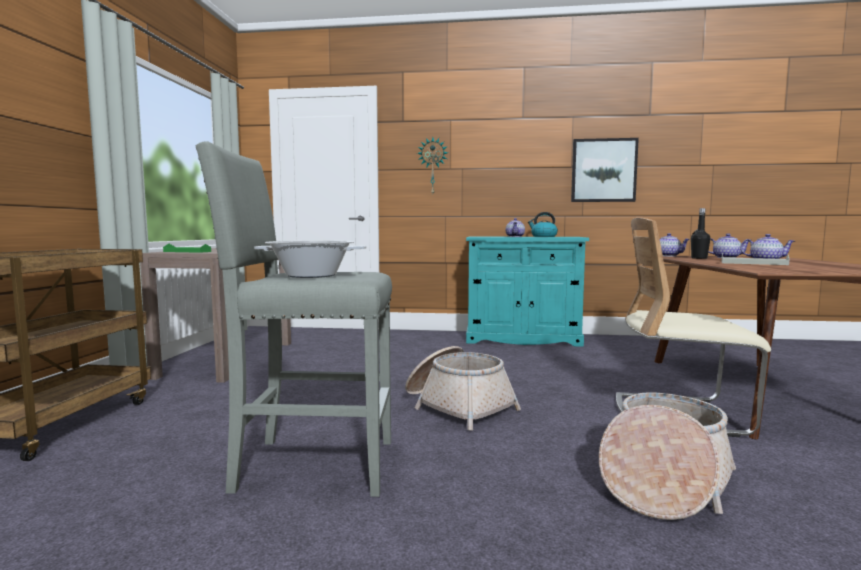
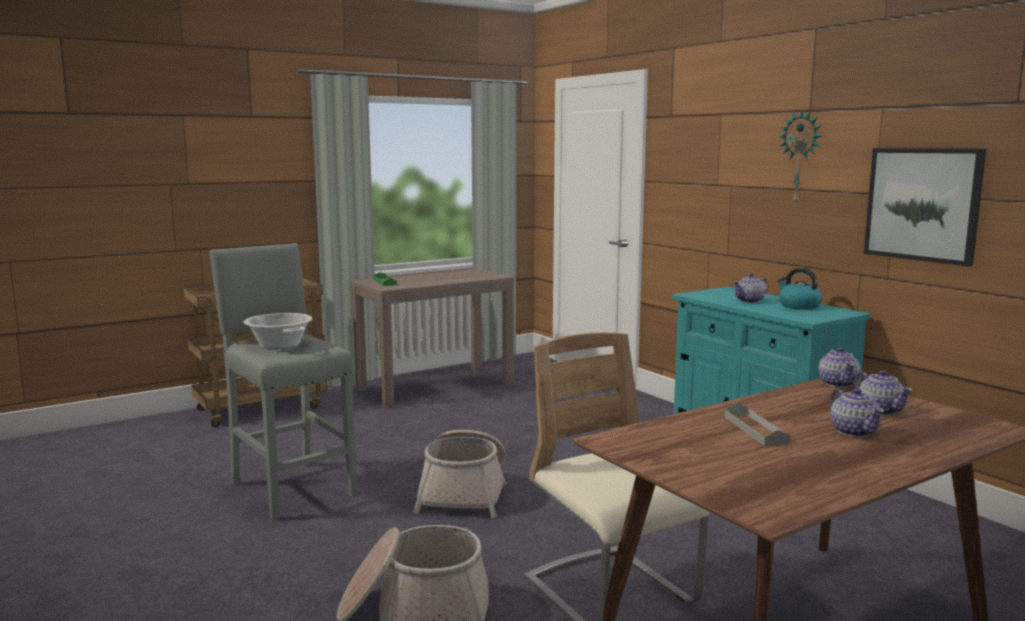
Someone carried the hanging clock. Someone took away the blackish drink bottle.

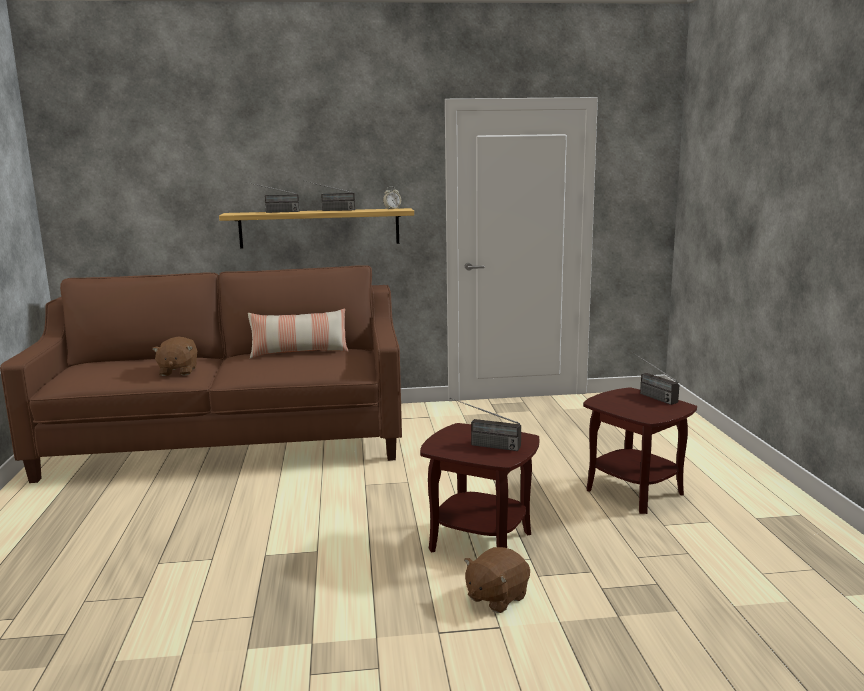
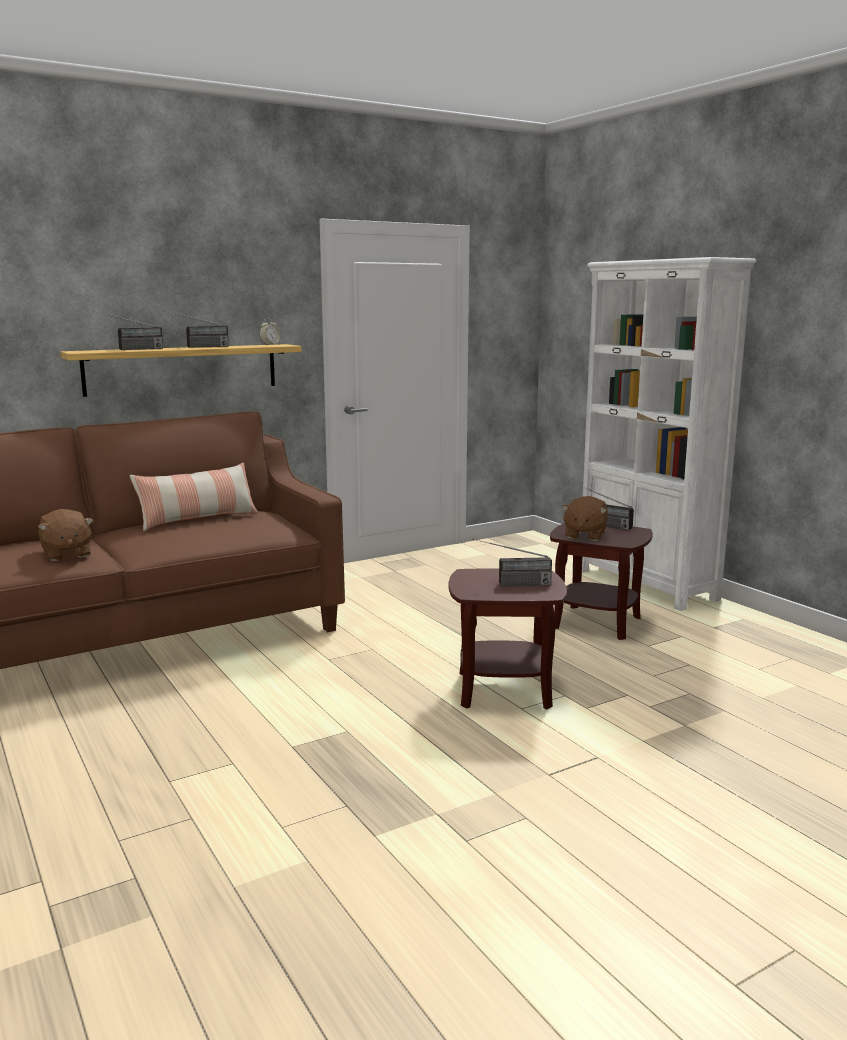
Someone carried the brown-coloured plush toy (2nd from left). Someone put down the white bookcase.

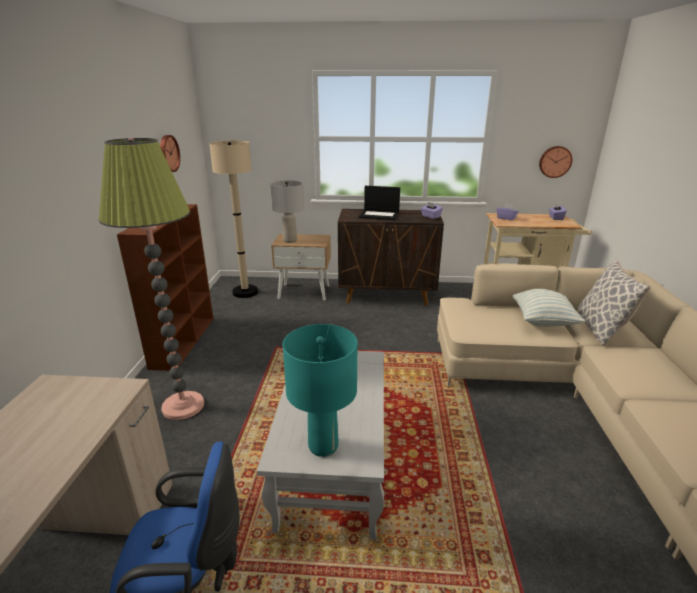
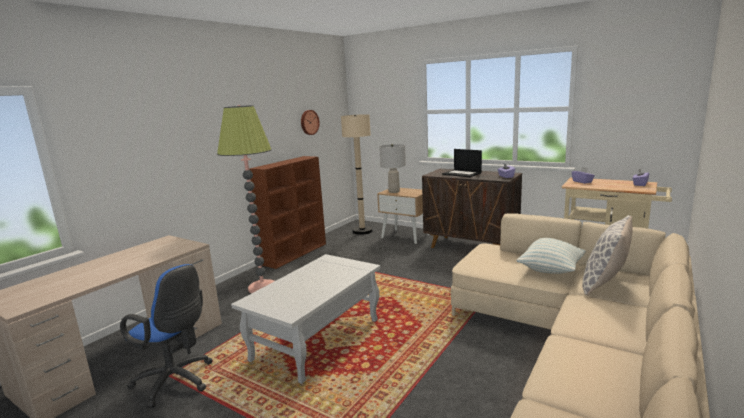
Someone took away the turquoise lamp for a table. Someone took away the hanging clock (2nd from left).

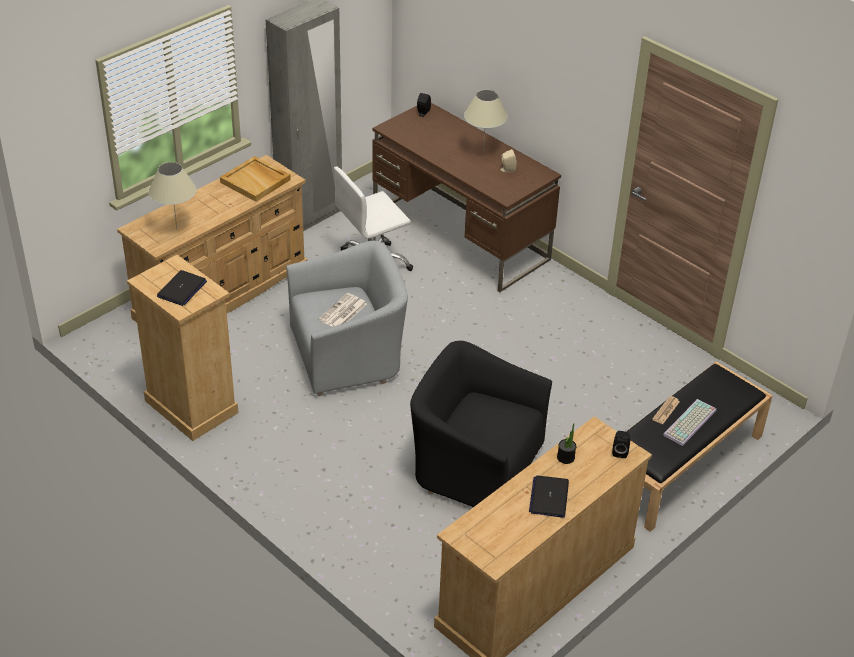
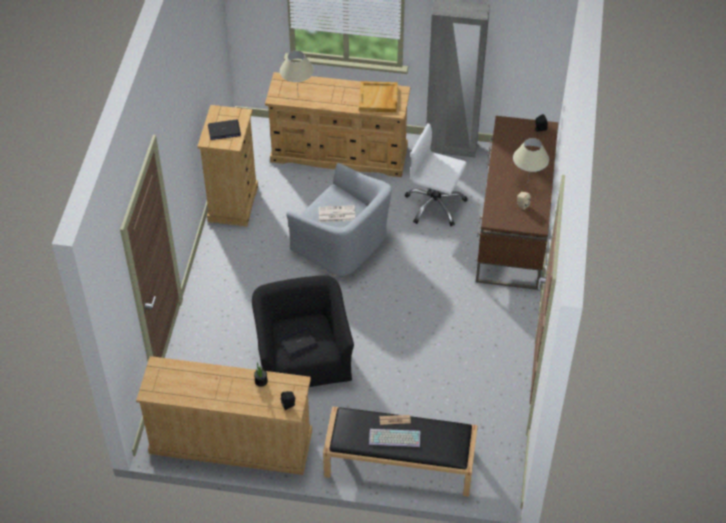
Someone carried the laptop (2nd from left).

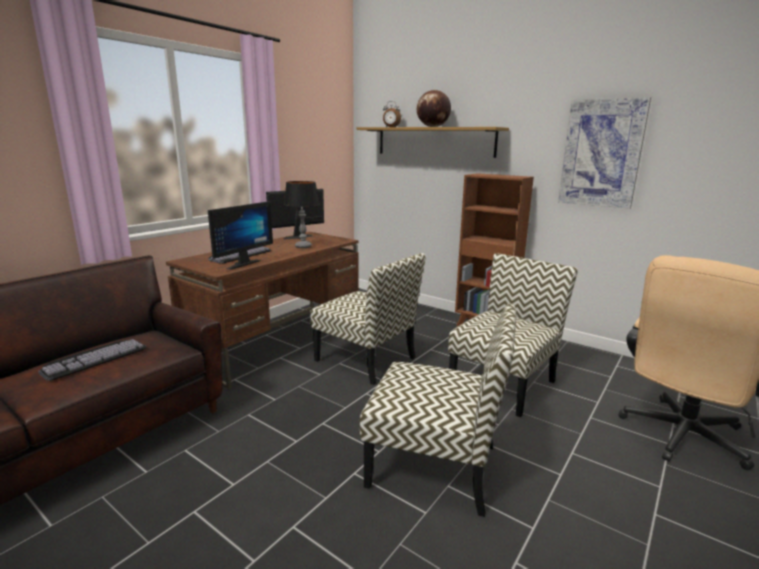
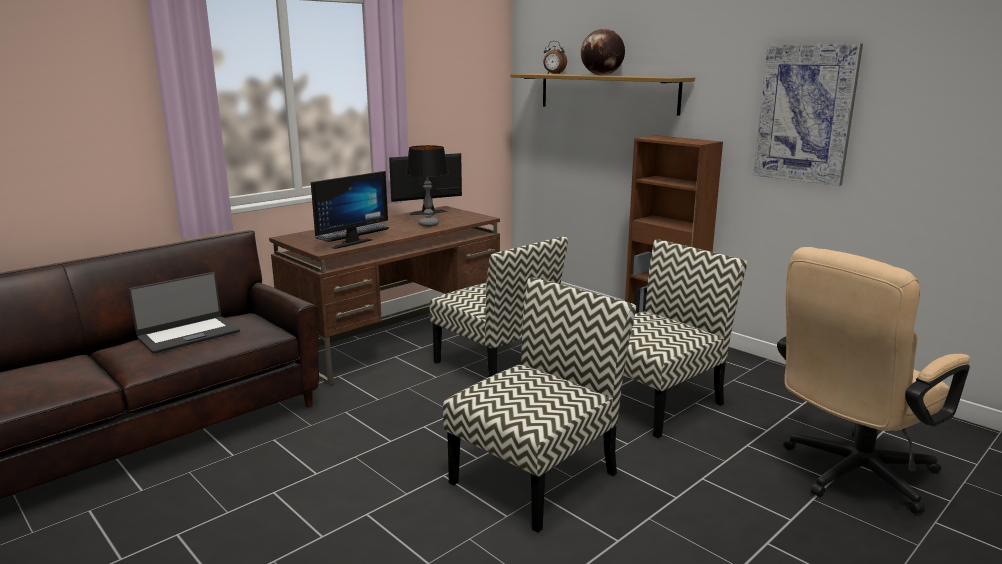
Someone swapped the PC keyboard (1st from left) for the laptop. Someone rotated the upright chair (2nd from left) by 75 degrees counterclockwise.

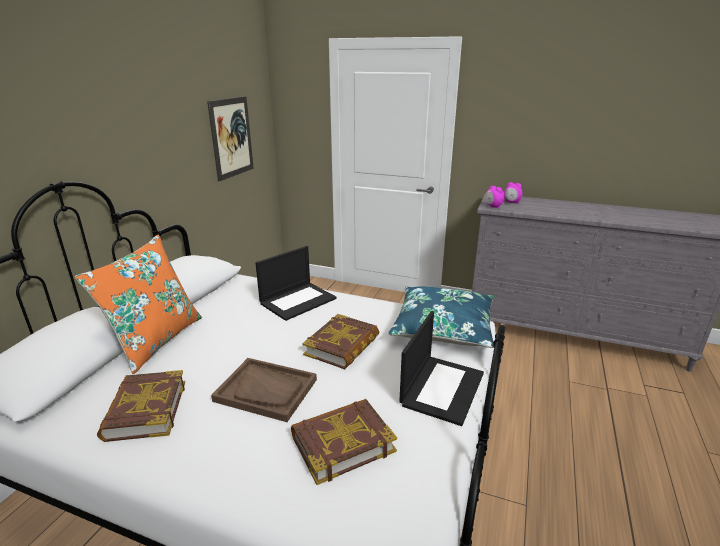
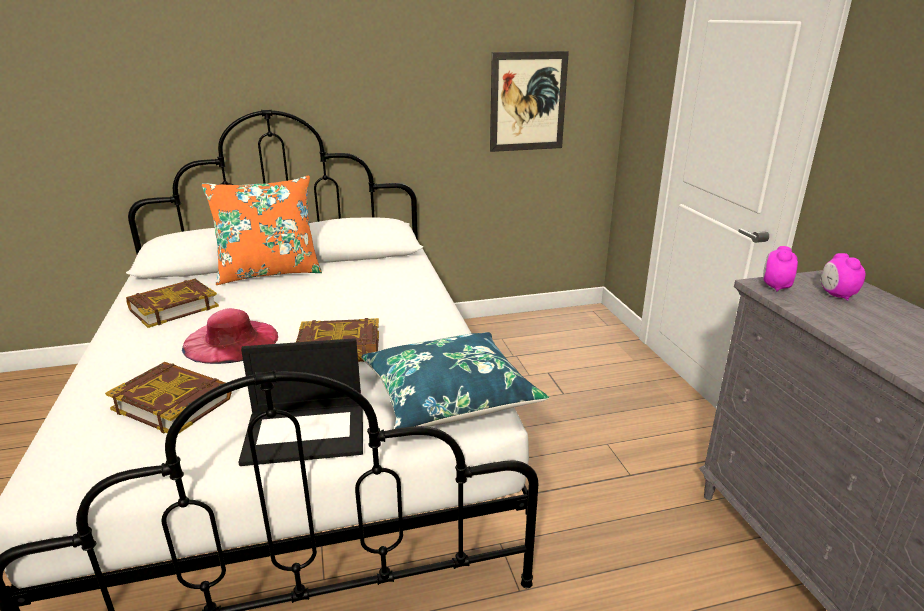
Someone swapped the brown-coloured serving tray for the pinkish hat. Someone took away the laptop (1st from left).

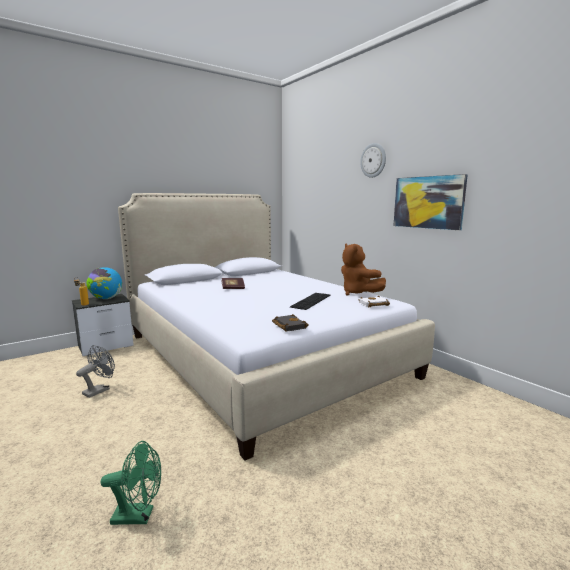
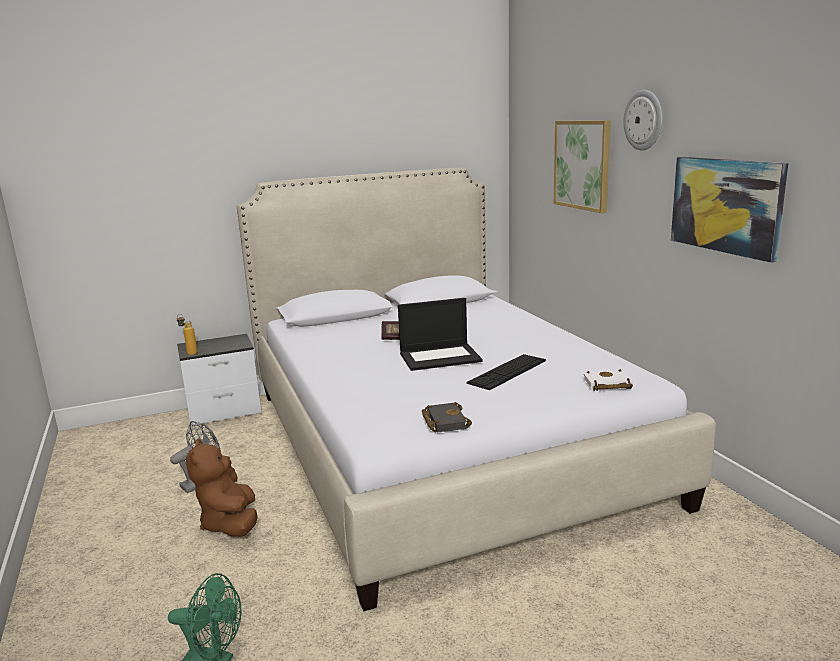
Someone carried the brown-coloured plush toy. Someone put down the laptop. Someone put up the wall picture (1st from left). Someone took away the world globe.

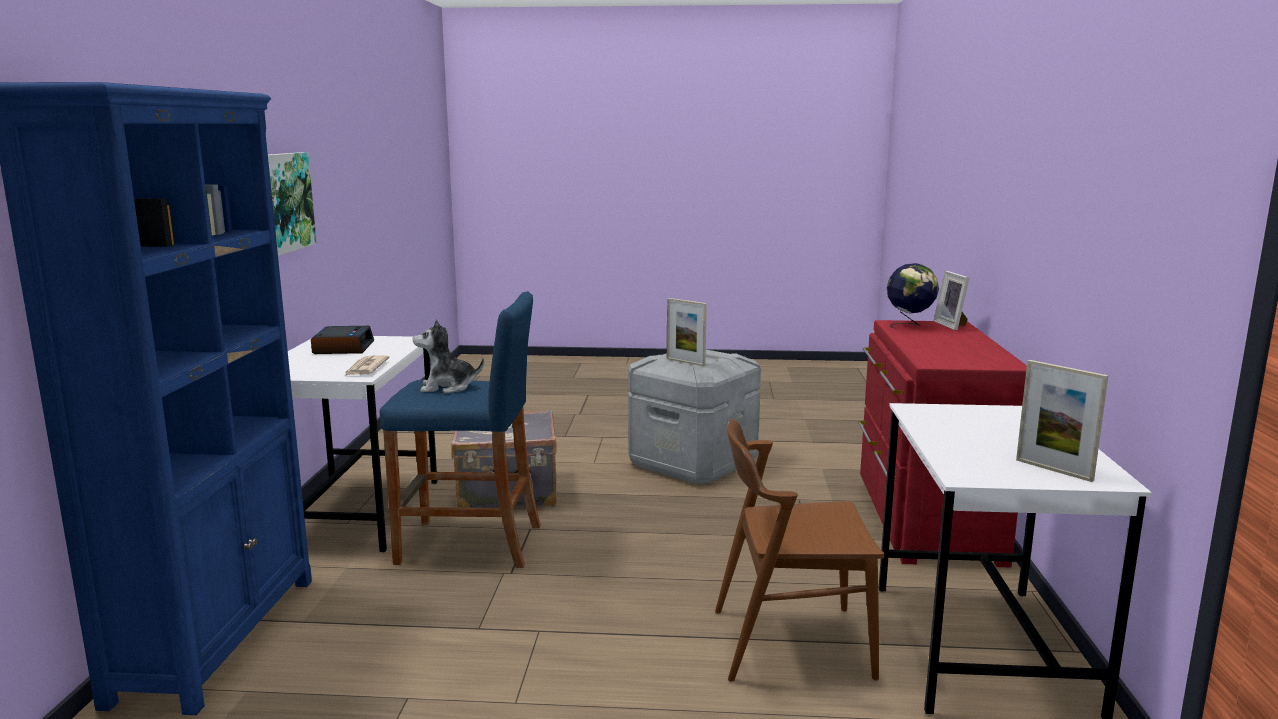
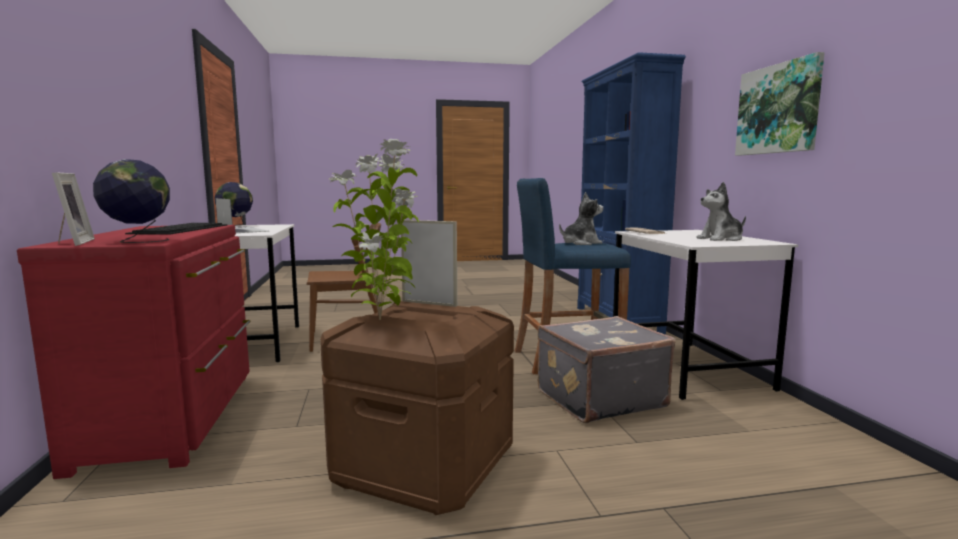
Someone put down the PC keyboard. Someone swapped the photo frame (3rd from left) for the world globe (2nd from left). Someone put down the laptop. Someone repainted the grey storage bin, which became the brown-coloured storage bin. Someone put down the potted plant. Someone swapped the table clock for the plush toy (2nd from left).

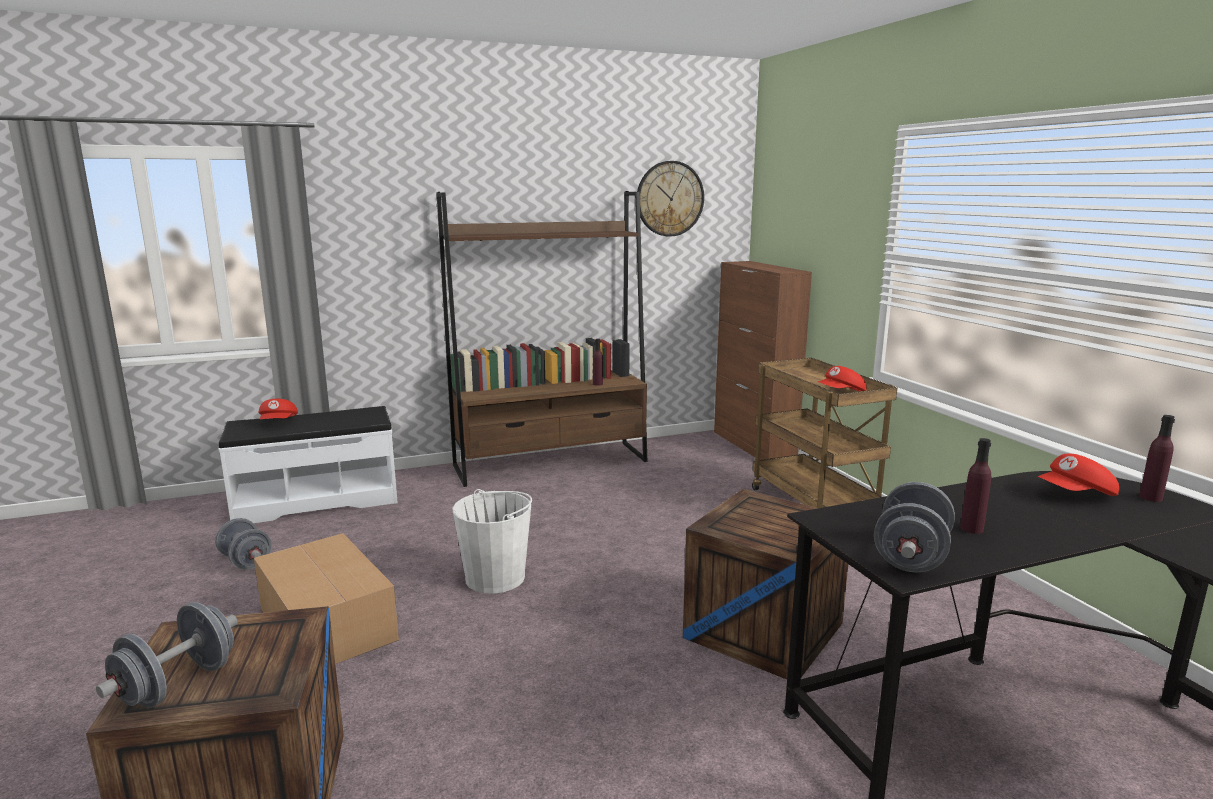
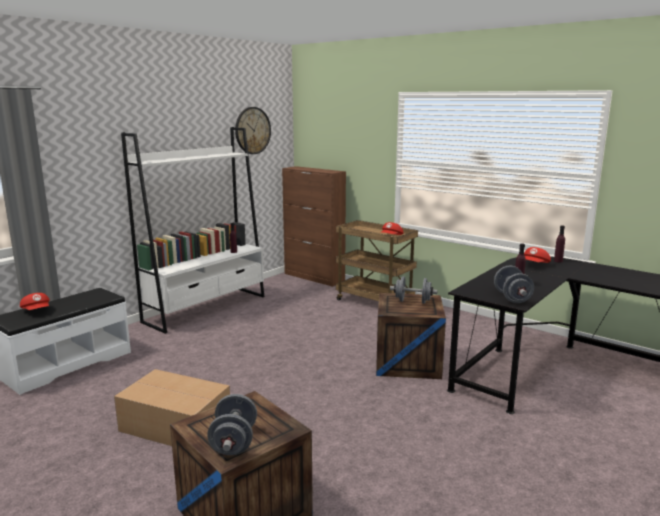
Someone repainted the brown-coloured bookcase, which became the white bookcase. Someone carried the grey hand weight (2nd from left). Someone took away the white water bucket.

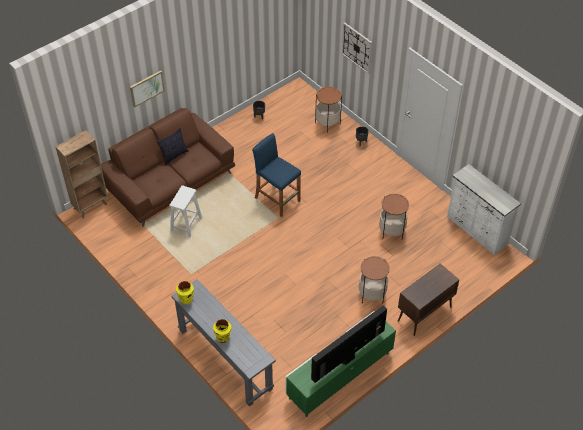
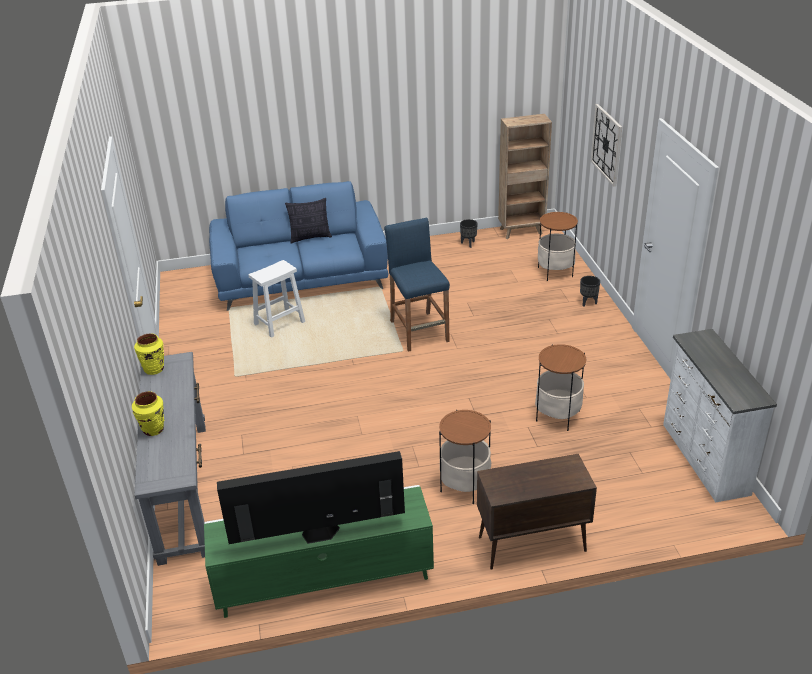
Someone repainted the brown-coloured sofa, which became the blue sofa. Someone carried the brown-coloured bookcase. Someone took away the wall picture.

